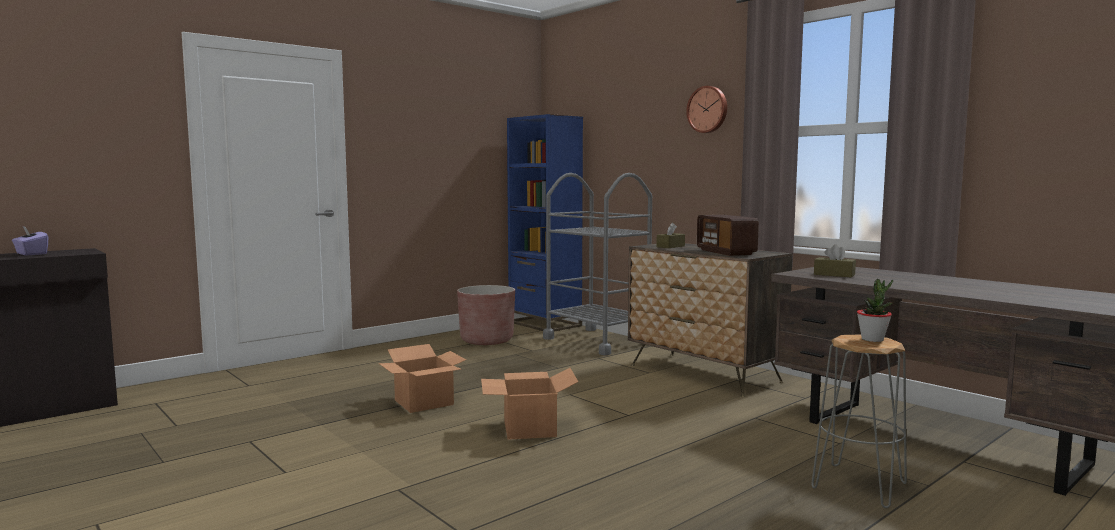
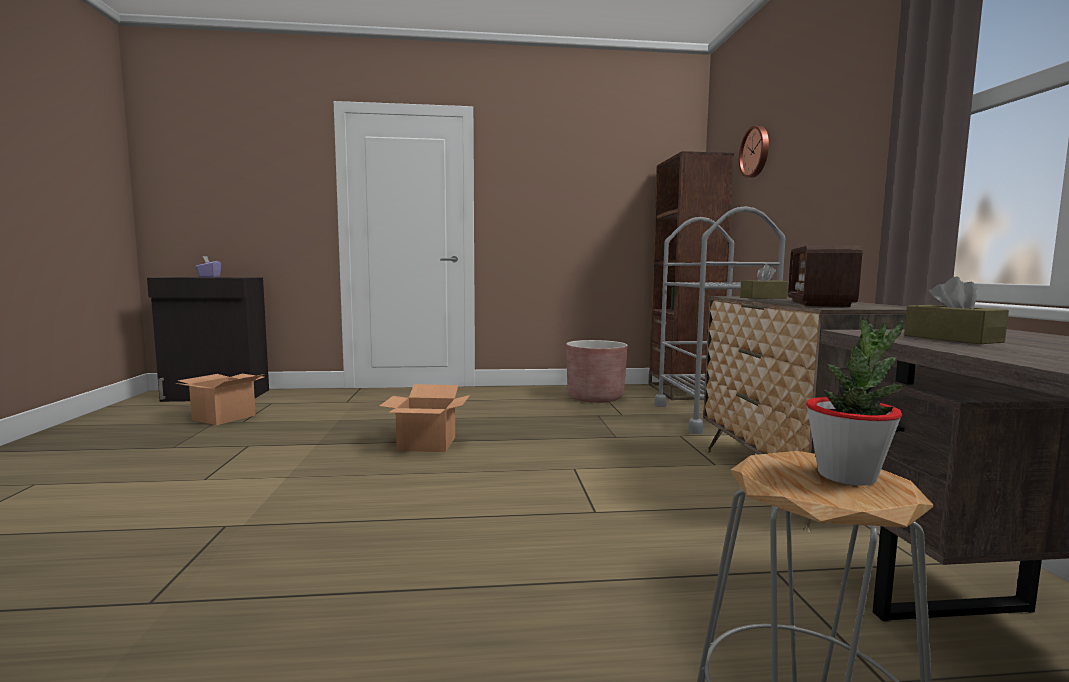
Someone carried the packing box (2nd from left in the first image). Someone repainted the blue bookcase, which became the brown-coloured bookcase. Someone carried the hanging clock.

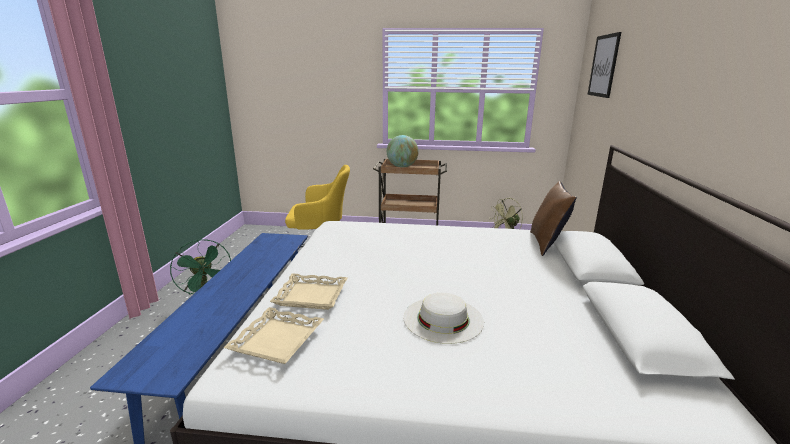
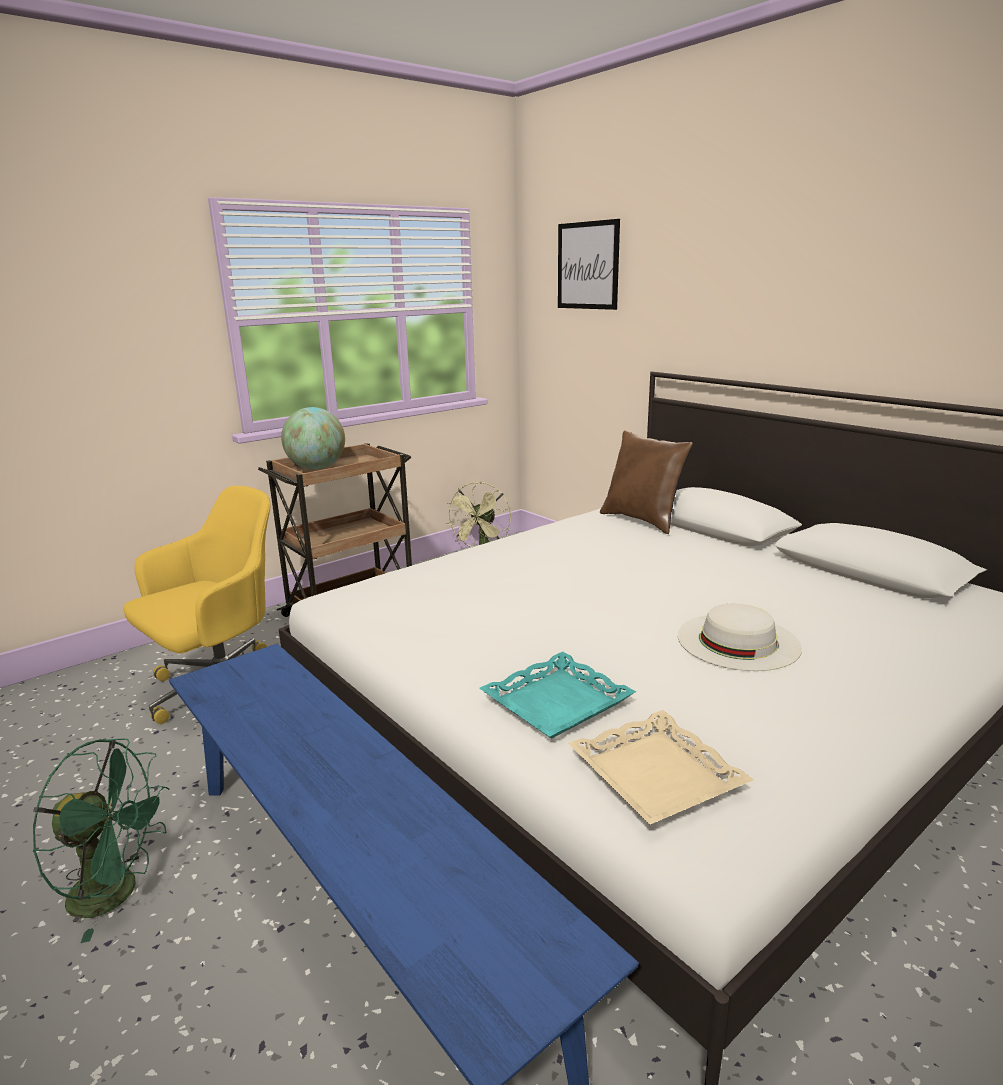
Someone repainted the beige-coloured serving tray (2nd from left), which became the turquoise serving tray.

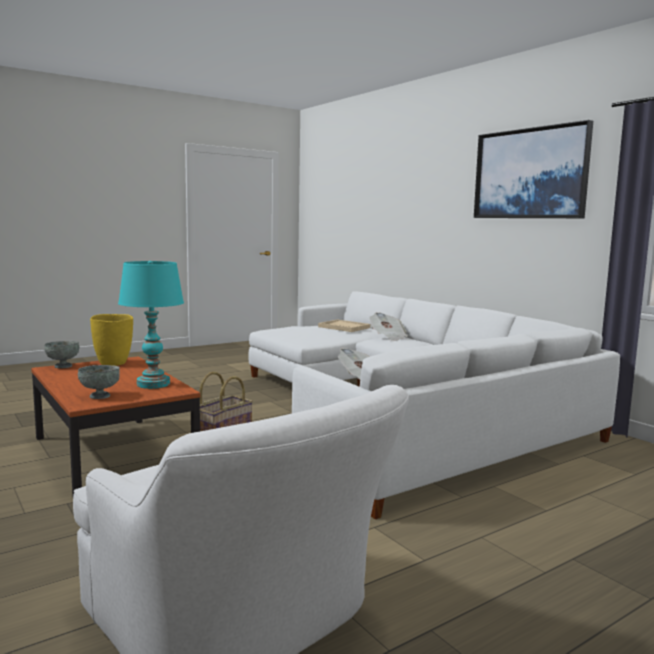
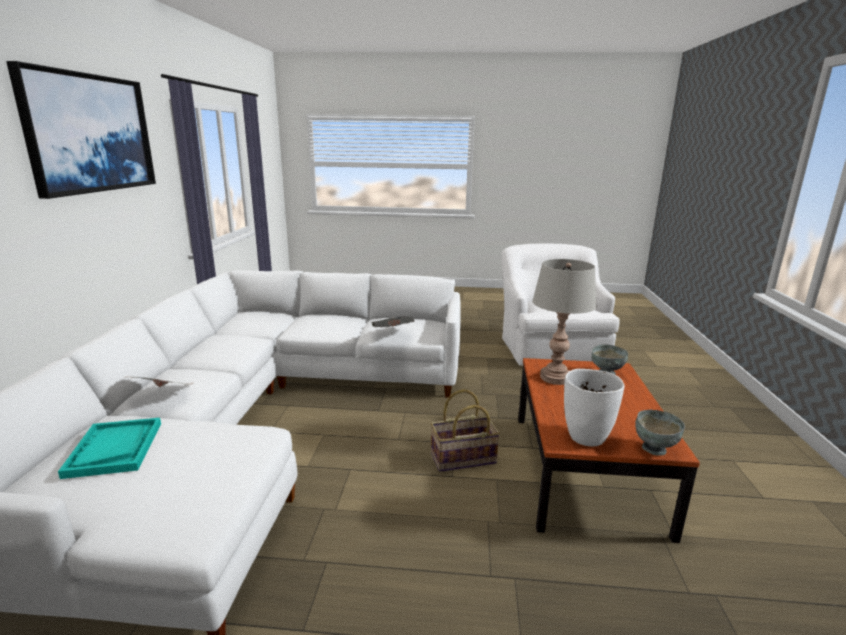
Someone repainted the beige-coloured serving tray, which became the turquoise serving tray. Someone repainted the turquoise lamp for a table, which became the grey lamp for a table. Someone repainted the yellowish decorative vase, which became the white decorative vase.

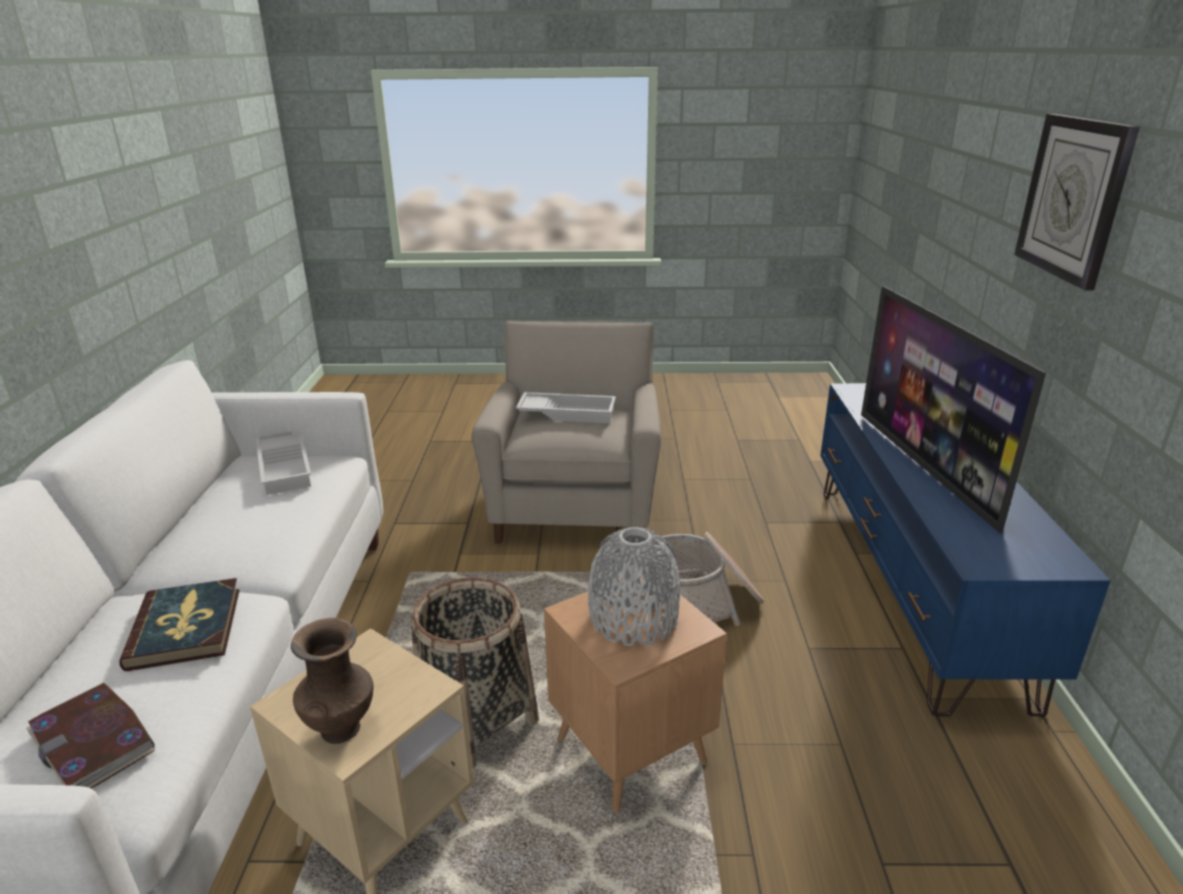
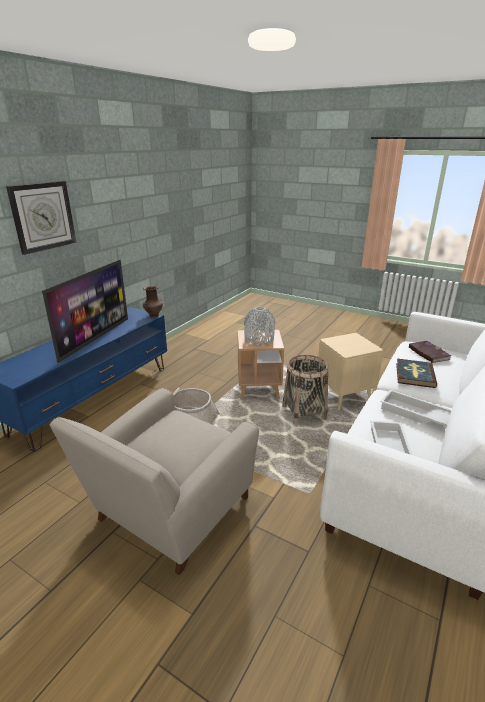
Someone carried the brown-coloured decorative vase. Someone carried the white serving tray (2nd from left).

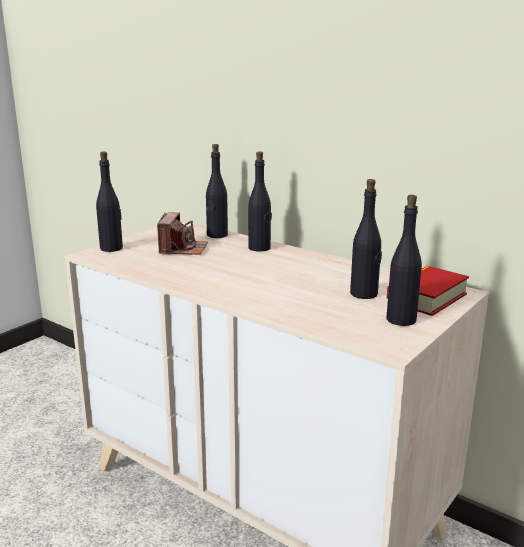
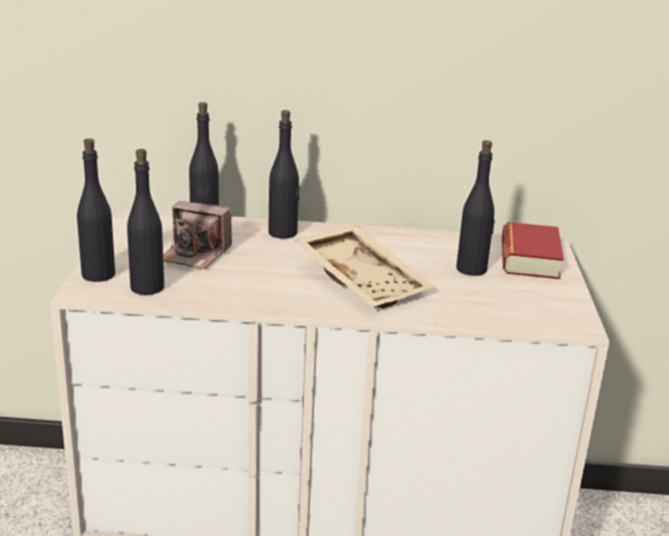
Someone carried the blackish drink bottle (5th from left in the first image). Someone rotated the photo camera by 135 degrees clockwise. Someone put down the beige-coloured serving tray.

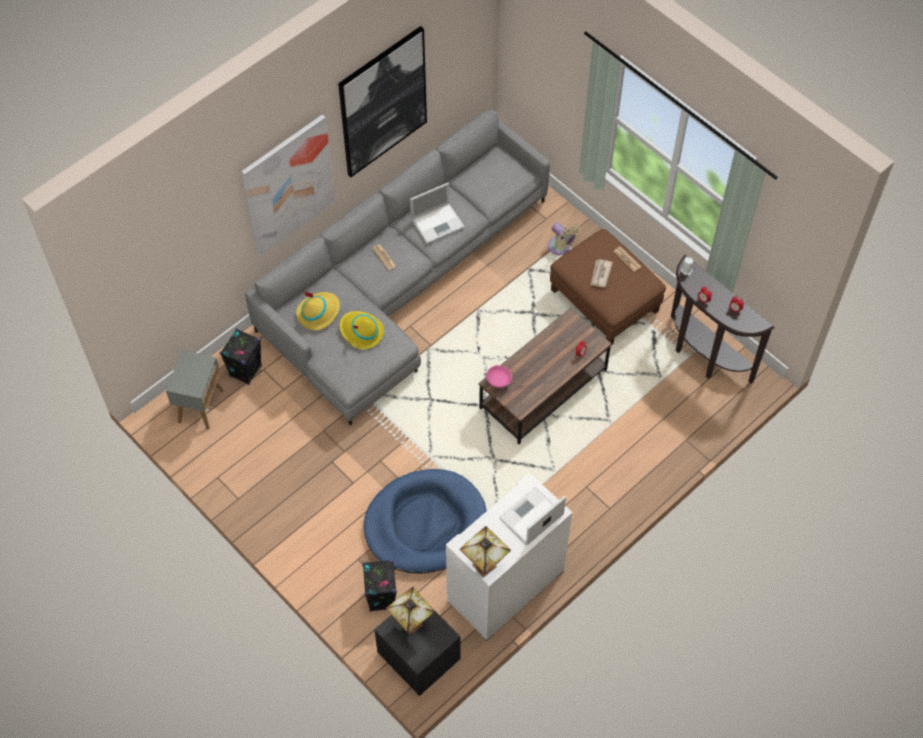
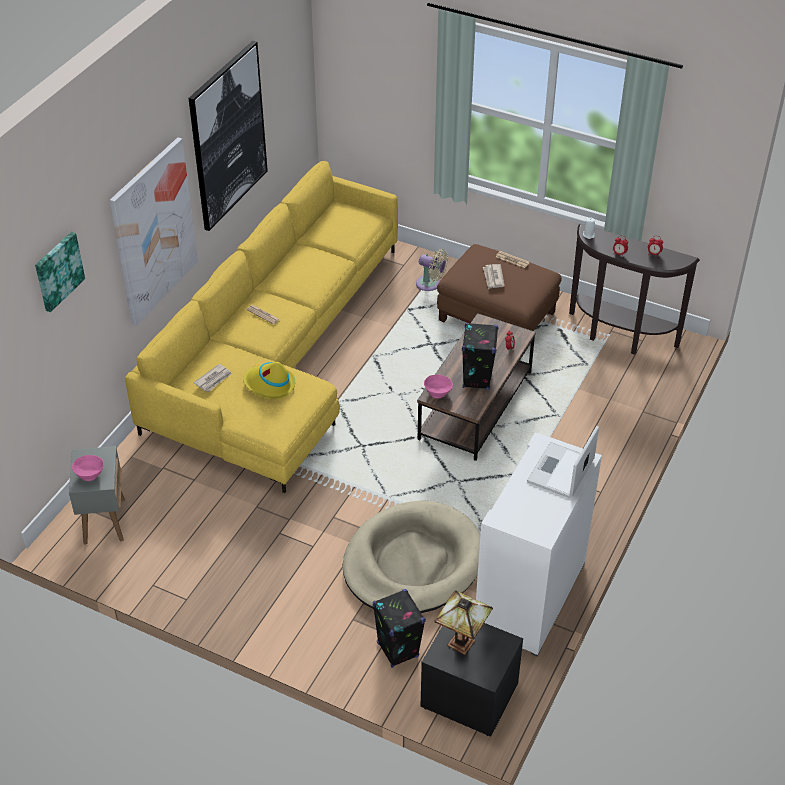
Someone put up the wall picture (1st from left). Someone put down the pinkish serving bowl (1st from left). Someone repainted the grey sofa, which became the yellowish sofa. Someone swapped the yellowish hat (1st from left) for the printed paper (1st from left). Someone repainted the blue pet bed, which became the beige-coloured pet bed. Someone carried the blackish loudspeaker (1st from left in the first image). Someone took away the laptop (1st from left). Someone took away the lamp for a table (2nd from left).

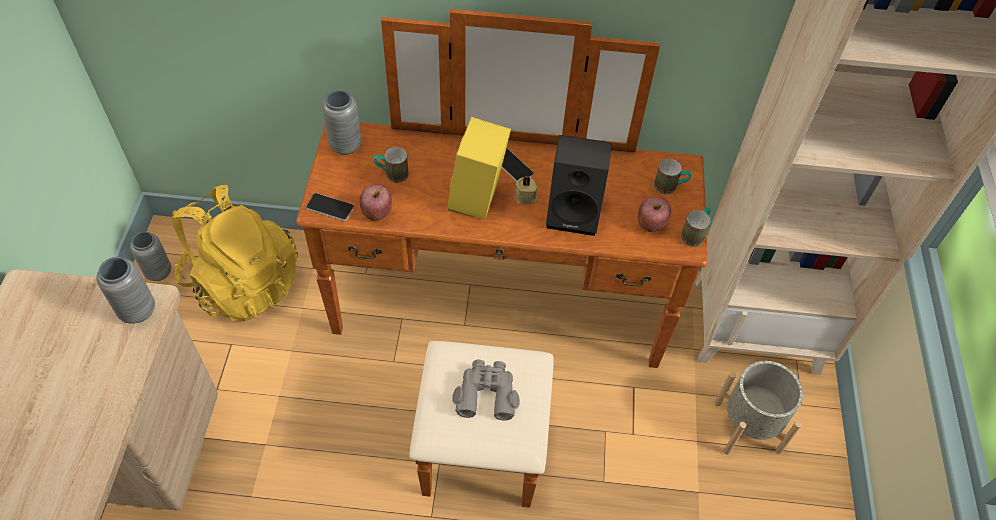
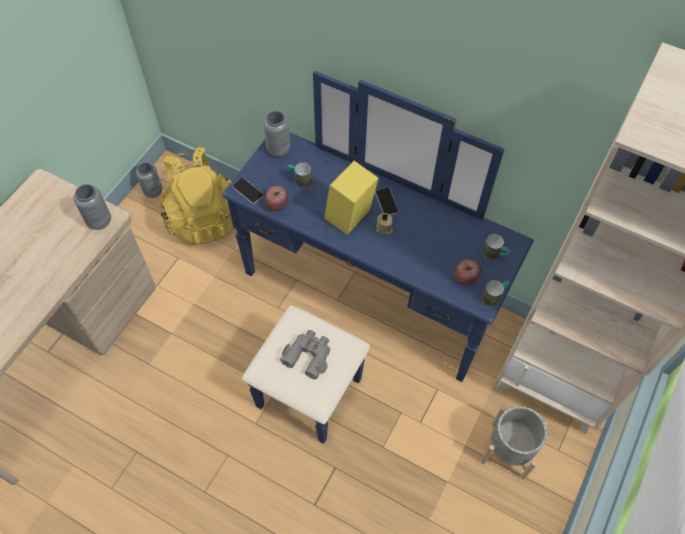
Someone repainted the brown-coloured drawer chest, which became the blue drawer chest. Someone took away the blackish loudspeaker.

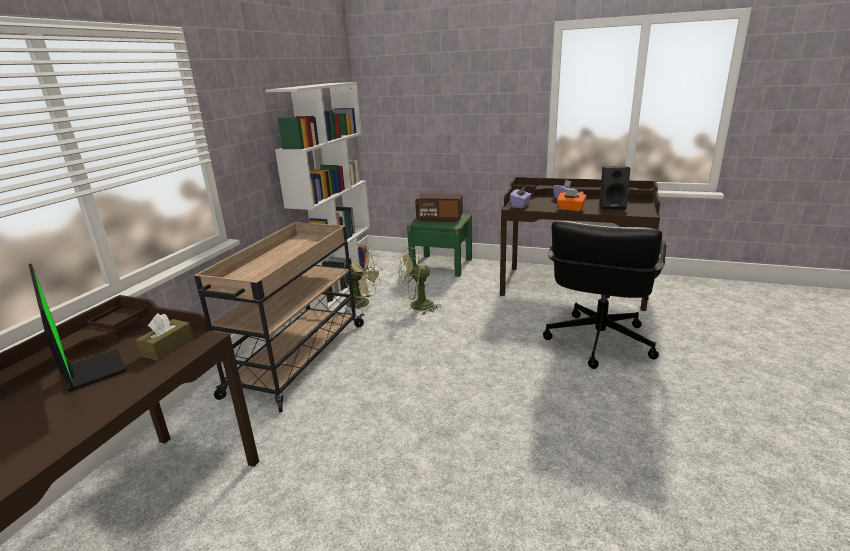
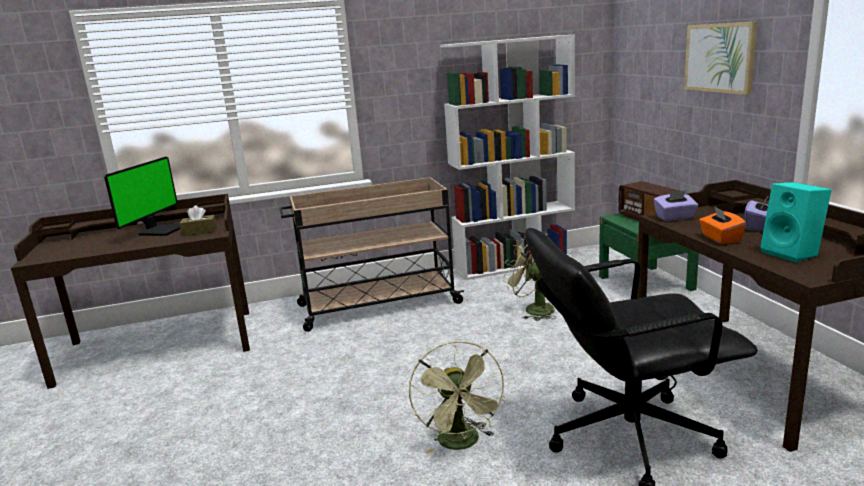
Someone carried the green fan (1st from left). Someone put up the wall picture. Someone repainted the blackish loudspeaker, which became the turquoise loudspeaker.

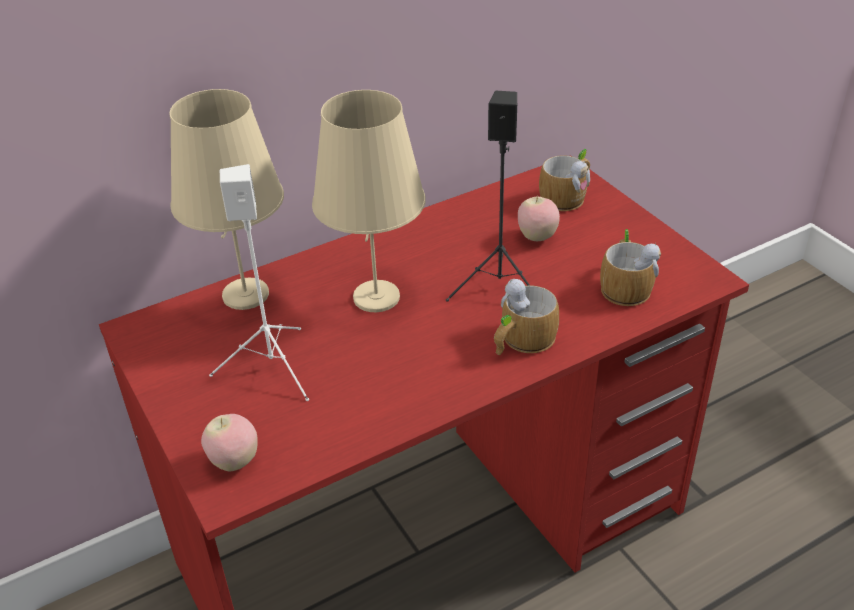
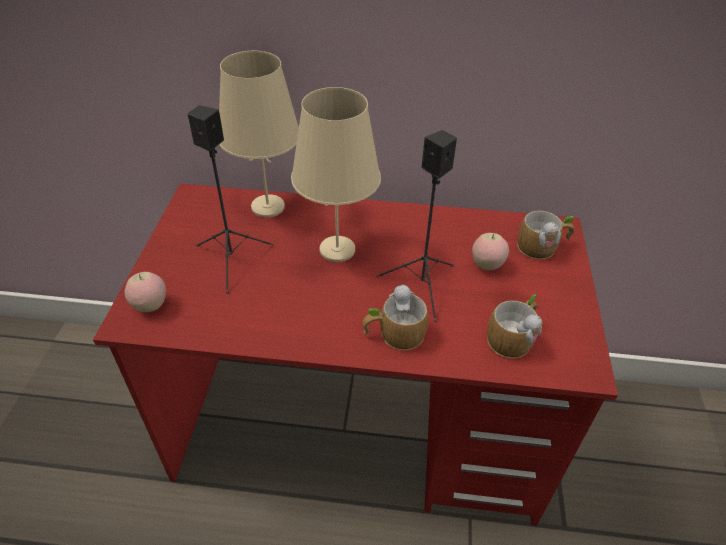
Someone repainted the white loudspeaker, which became the blackish loudspeaker (1st from left).

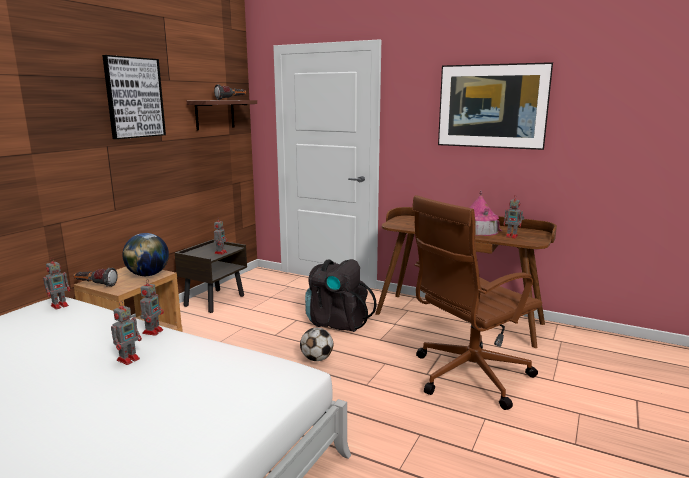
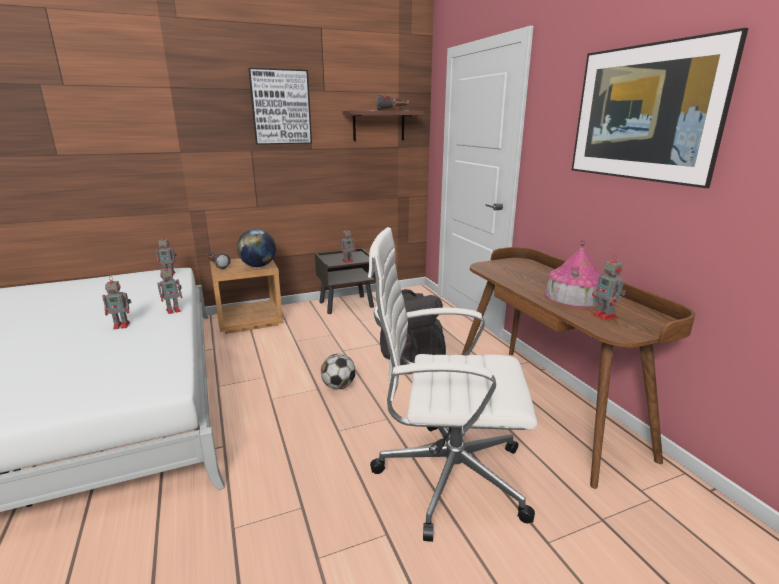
Someone repainted the brown-coloured desk chair, which became the white desk chair.

